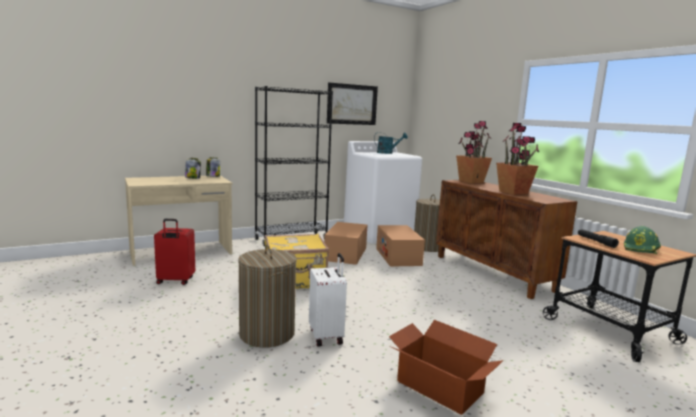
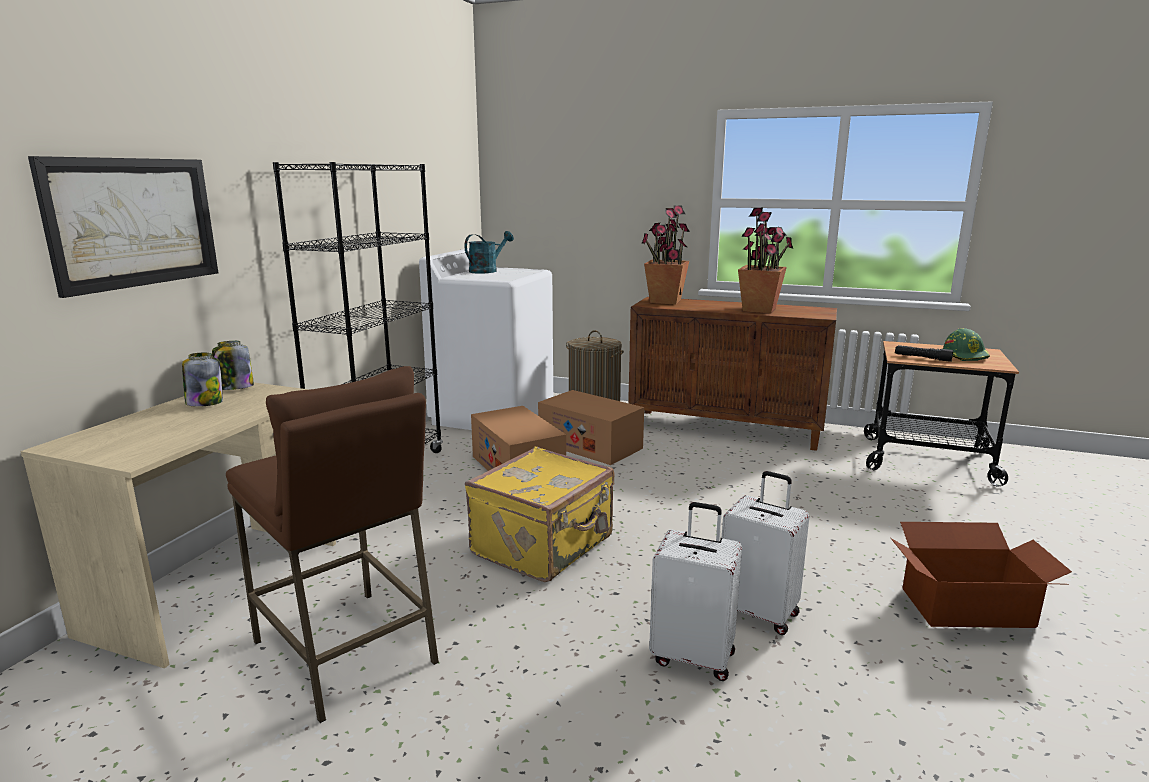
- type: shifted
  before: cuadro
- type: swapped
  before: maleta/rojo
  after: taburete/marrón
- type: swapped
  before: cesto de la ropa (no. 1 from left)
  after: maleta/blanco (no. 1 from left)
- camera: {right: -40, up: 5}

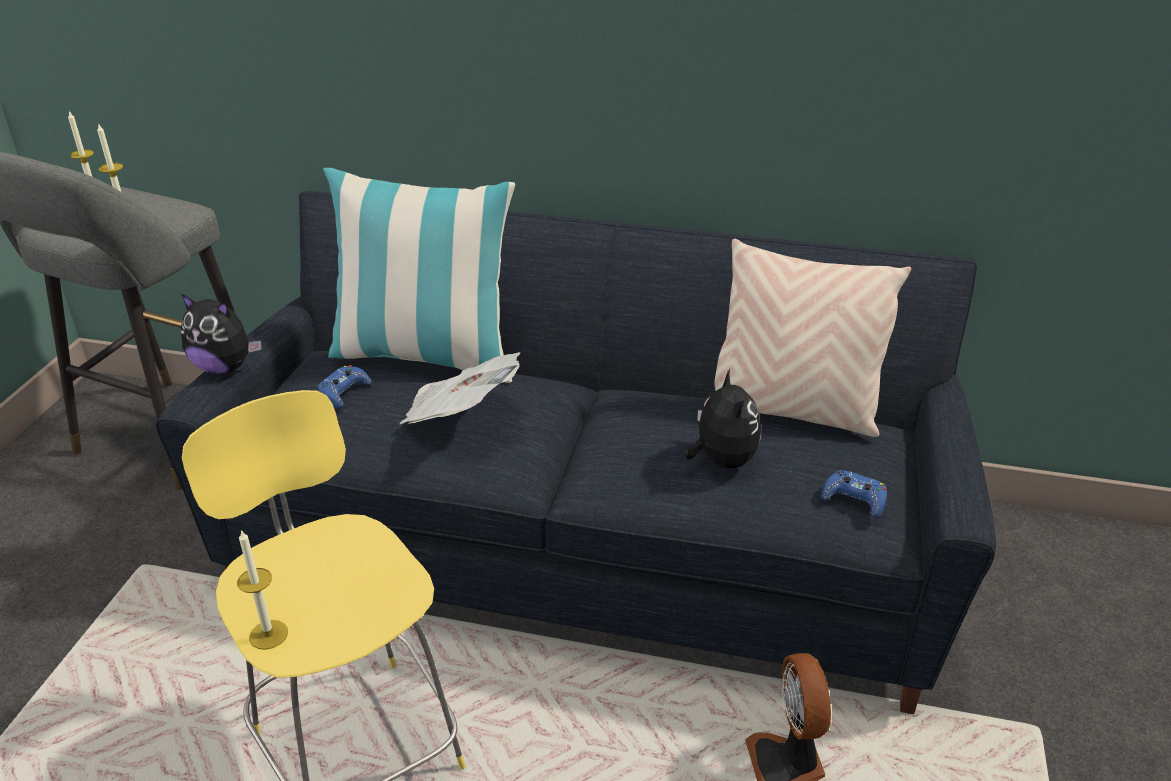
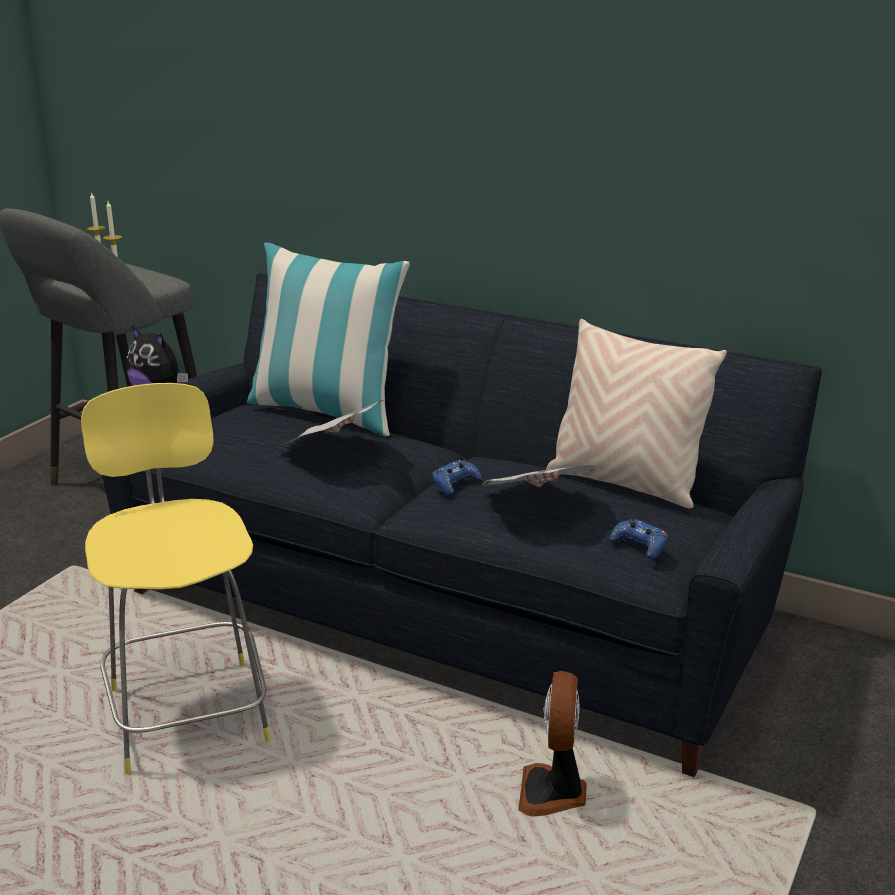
- type: shifted
  before: mando de consola/azul (no. 1 from left)
- type: swapped
  before: peluche (no. 2 from left)
  after: periódico (no. 2 from left)
- type: gone
  before: vela (no. 3 from left)
- camera: {right: 15, up: -10}

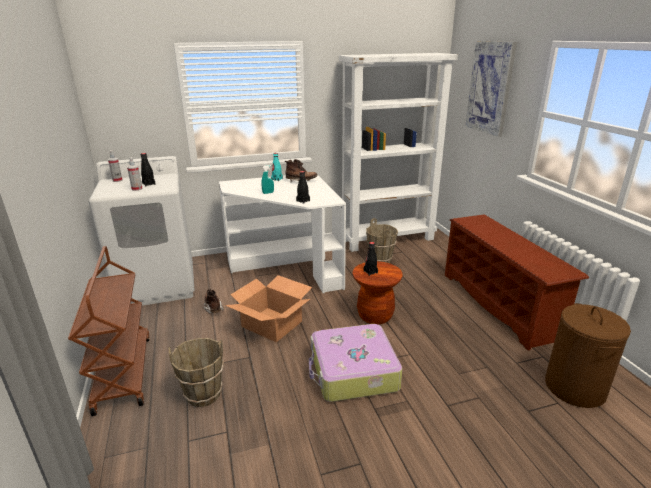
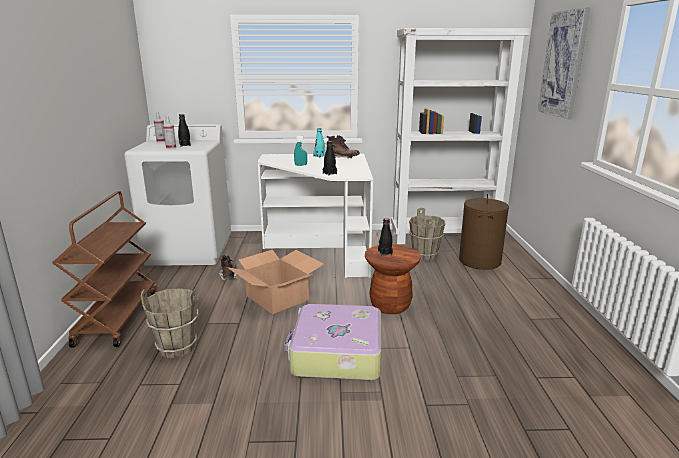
- type: shifted
  before: cesto de la ropa/marrón
- type: gone
  before: zapatero/marrón
- camera: {right: 15, up: -5}

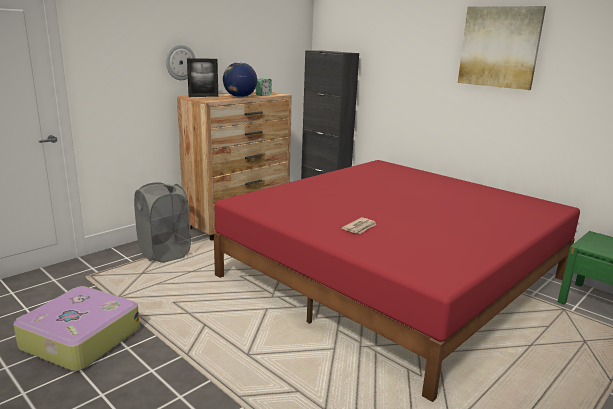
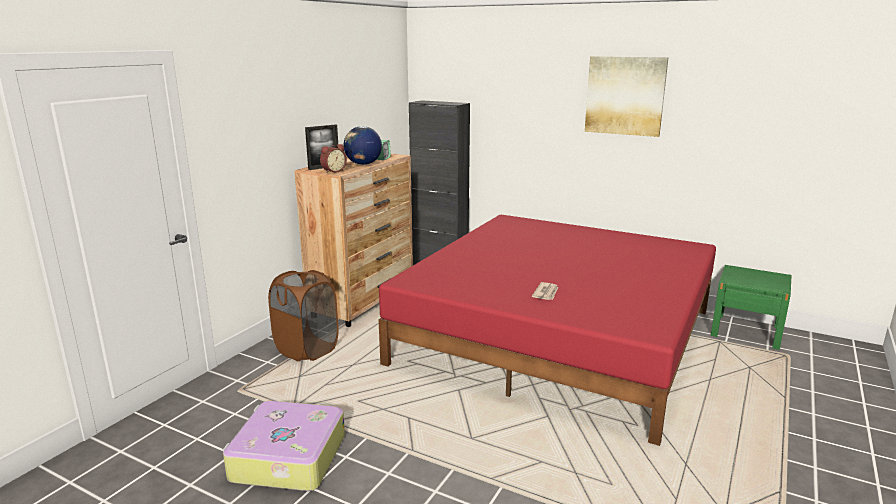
- type: repainted
  before: cesto de la ropa/gris
  after: cesto de la ropa/marrón
- type: new
  after: despertador (no. 1 from left)
- type: gone
  before: reloj de pared
- camera: {right: -15, up: 0}

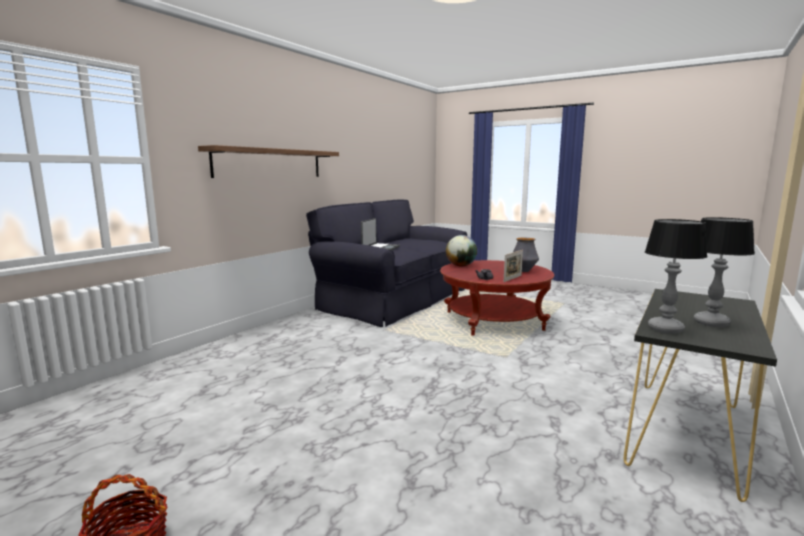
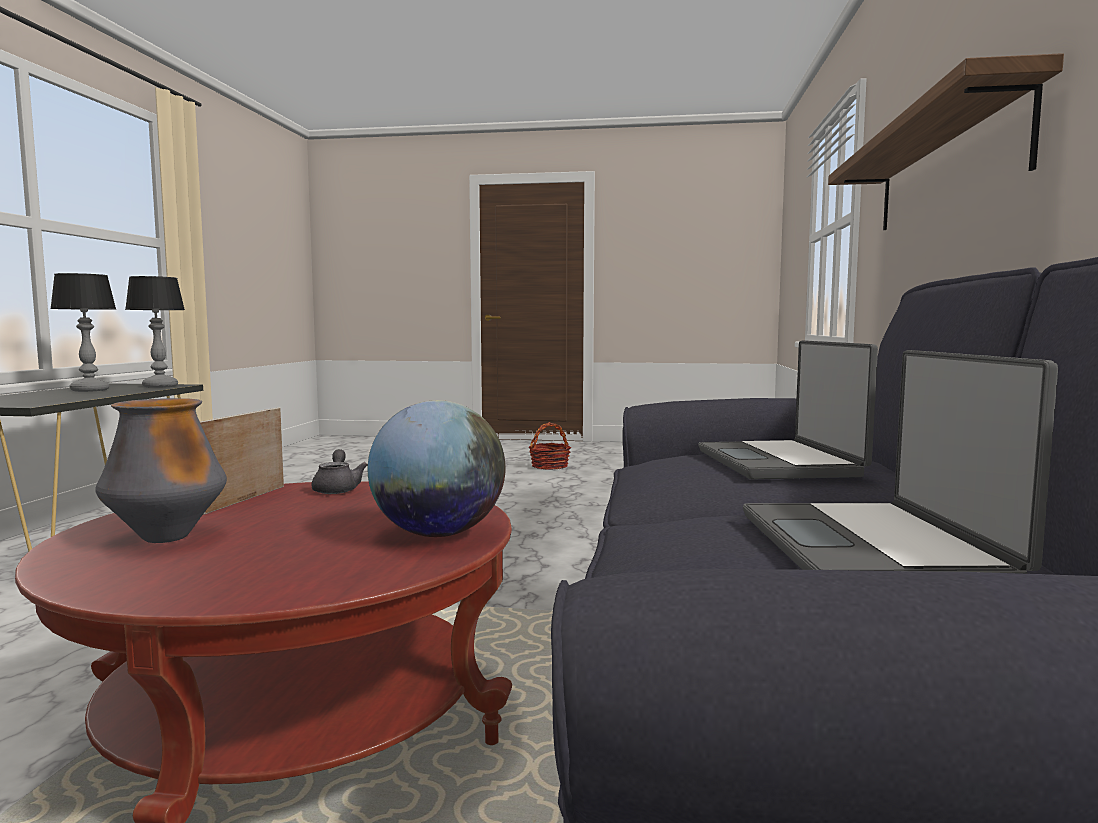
- type: new
  after: portátil (no. 2 from left)
- camera: {right: 155, up: -5}

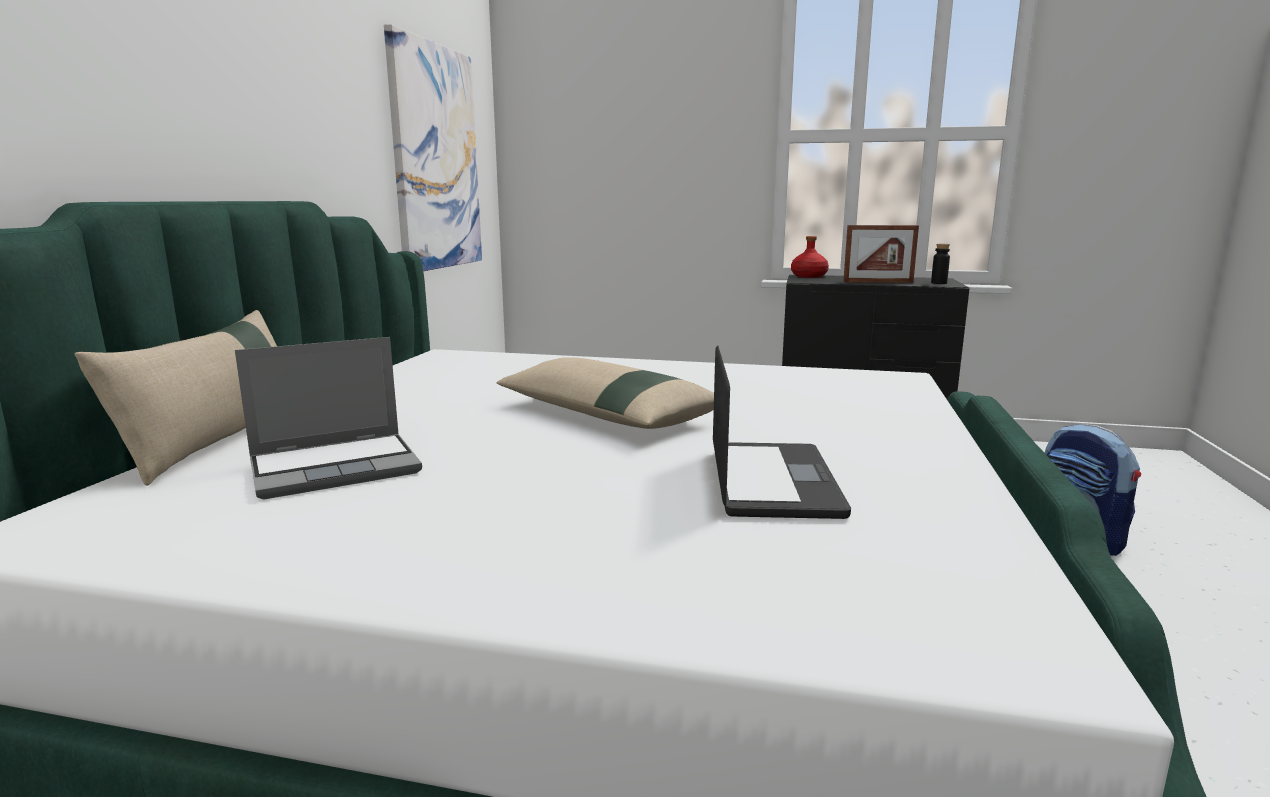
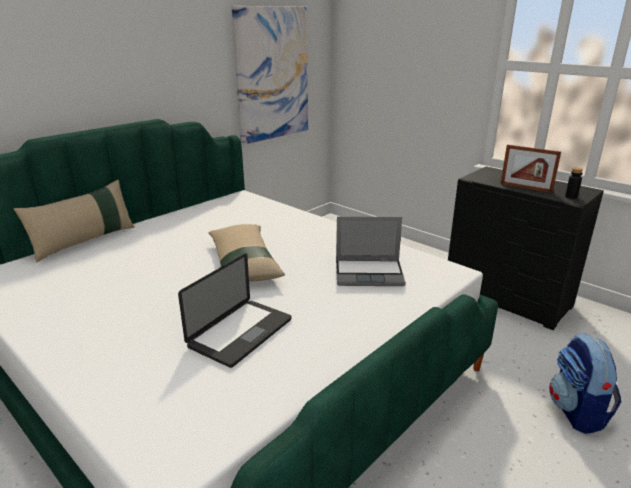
- type: shifted
  before: portátil (no. 1 from left in the first image)
  after: portátil (no. 2 from left)
- type: gone
  before: botella/rojo
- camera: {right: 30, up: 10}

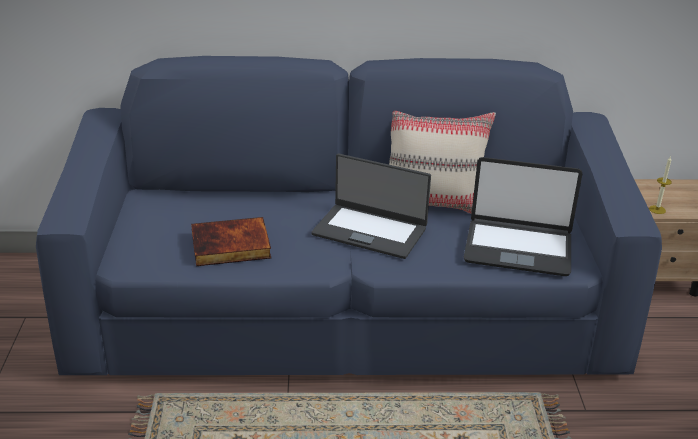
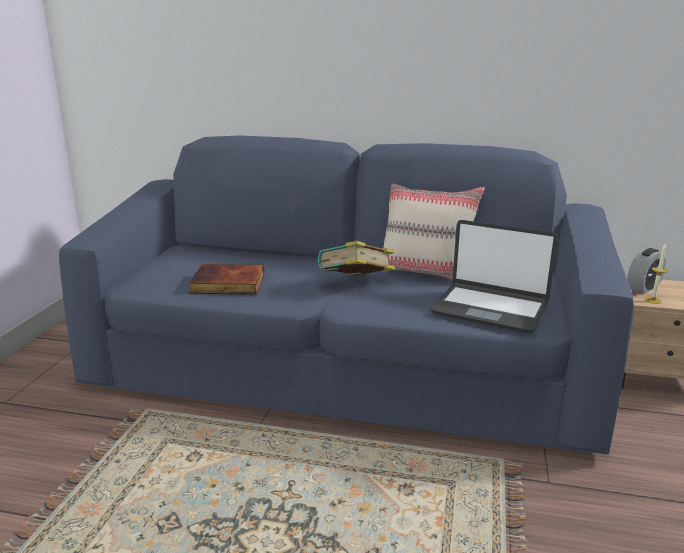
- type: swapped
  before: portátil (no. 1 from left)
  after: libro (no. 2 from left)
- type: new
  after: despertador
- camera: {right: 15, up: -10}

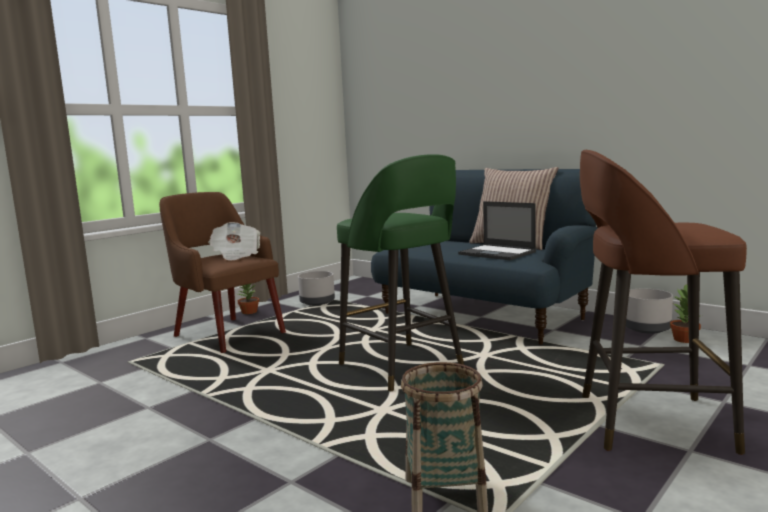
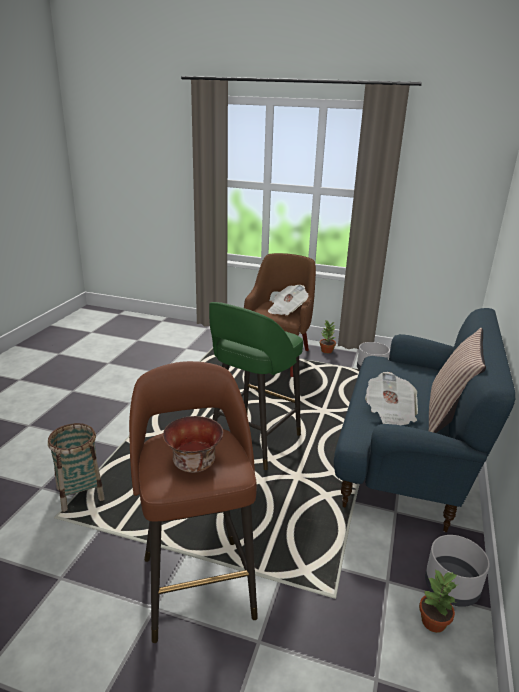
- type: new
  after: cuenco
- type: swapped
  before: portátil
  after: periódico (no. 2 from left)
- camera: {right: 65, up: 15}

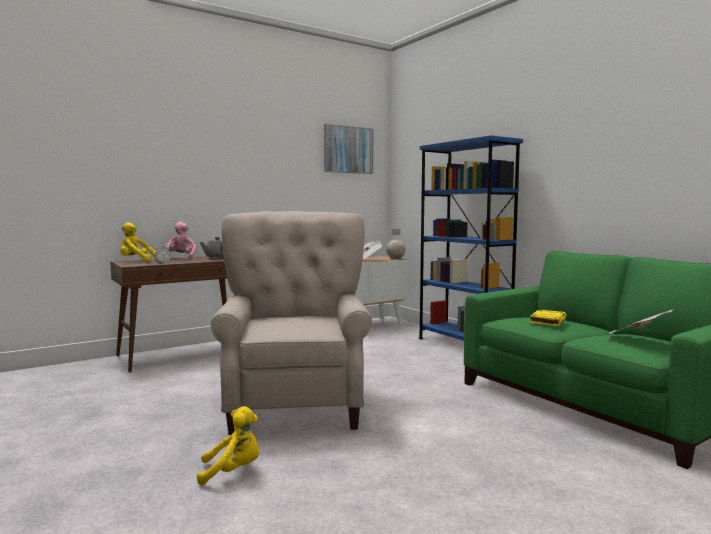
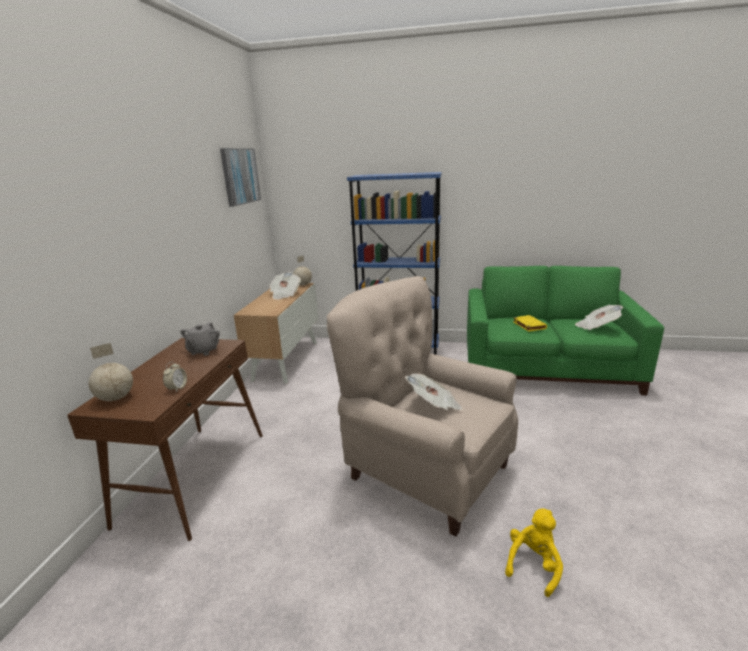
- type: swapped
  before: peluche/amarillo (no. 1 from left)
  after: globo terráqueo (no. 1 from left)
- type: new
  after: periódico (no. 2 from left)
- type: gone
  before: peluche/rosa
- camera: {right: -45, up: 15}

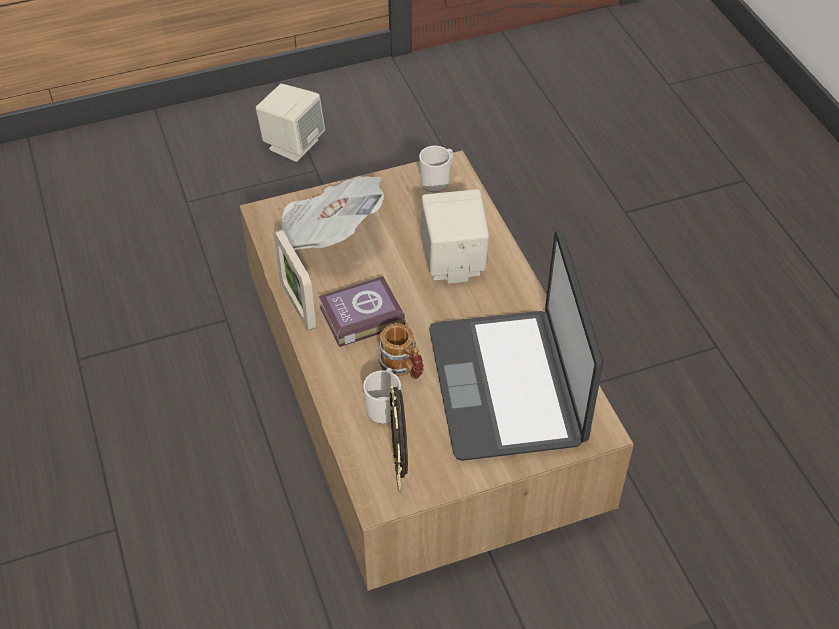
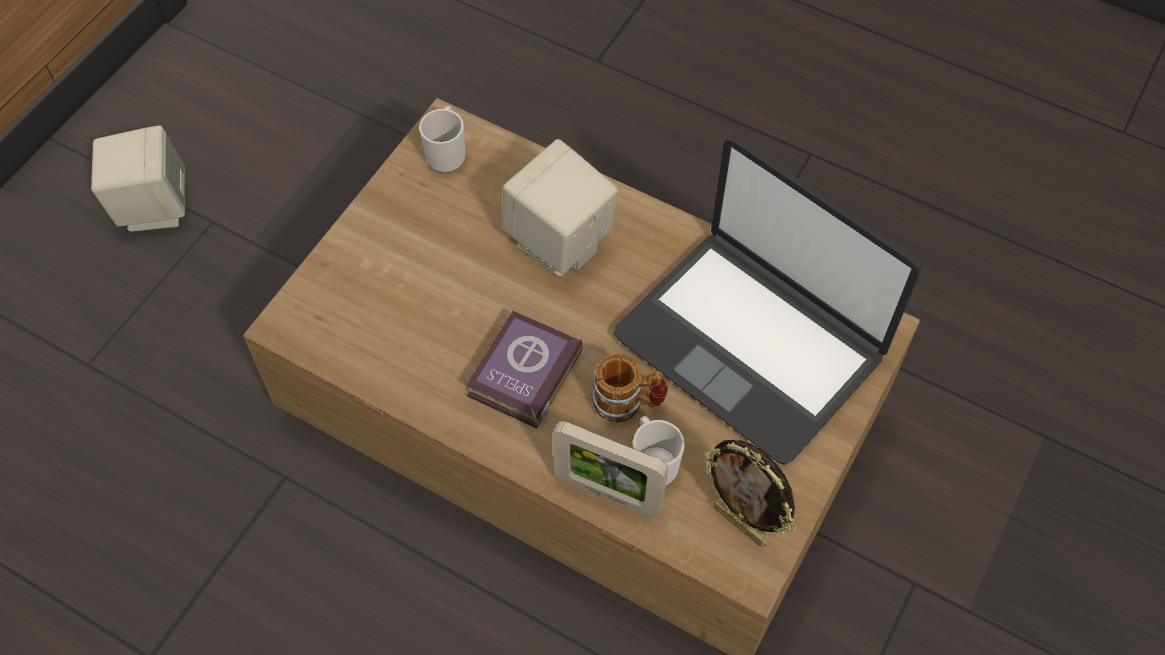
- type: shifted
  before: portarretratos (no. 1 from left)
- type: gone
  before: periódico
- camera: {right: -40, up: 10}

